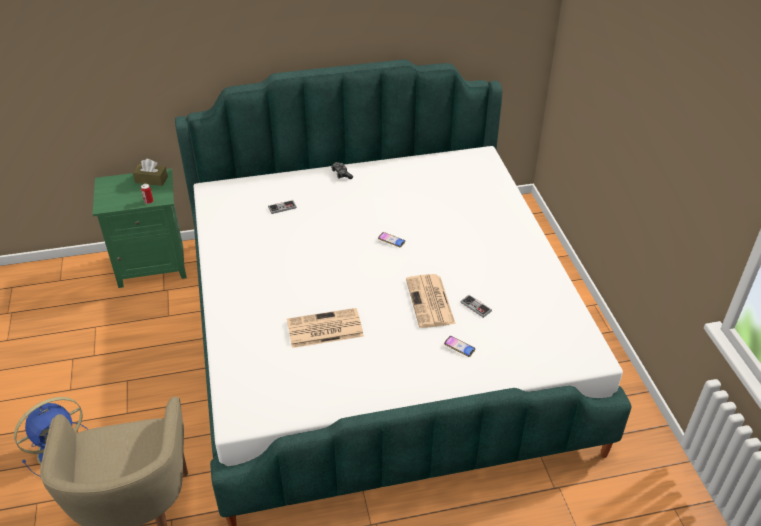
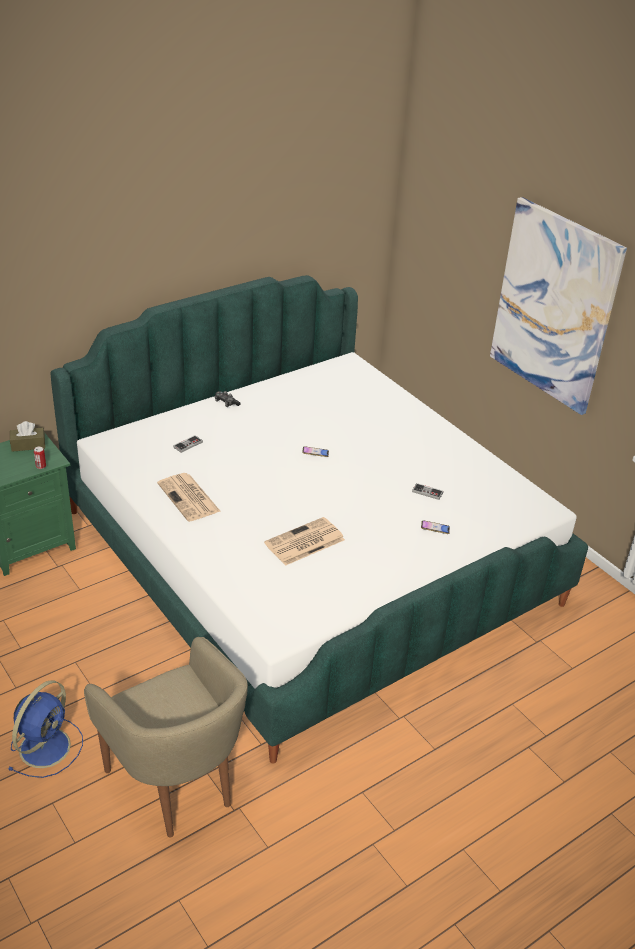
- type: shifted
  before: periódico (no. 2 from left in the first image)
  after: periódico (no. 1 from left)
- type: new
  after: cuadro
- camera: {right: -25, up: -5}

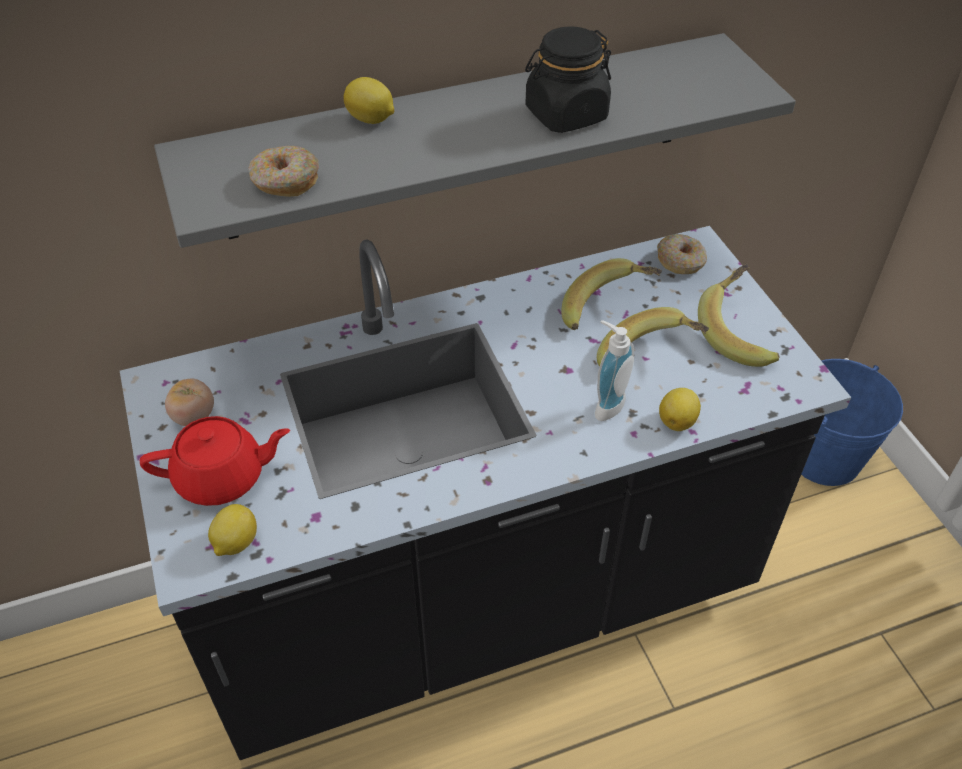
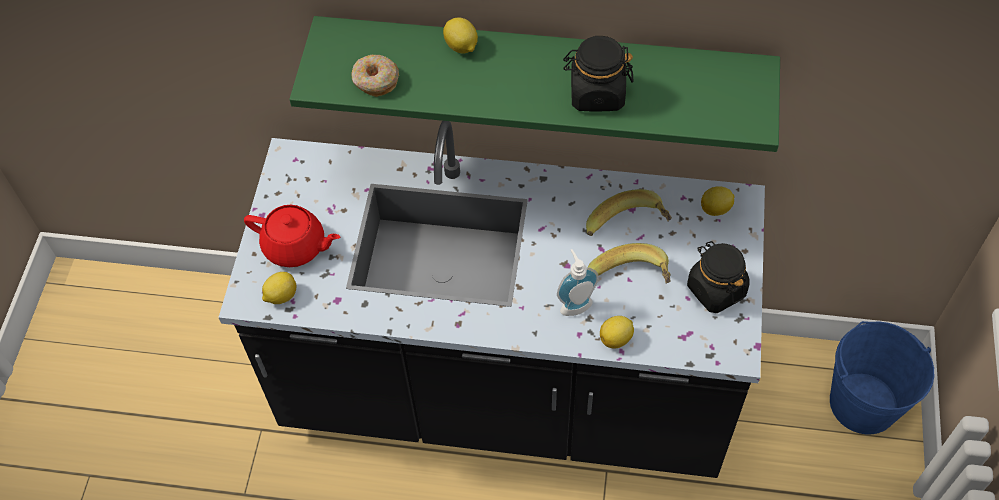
- type: repainted
  before: estante/gris
  after: estante/verde
- type: swapped
  before: plátano (no. 3 from left)
  after: tarro/negro (no. 2 from left)
- type: swapped
  before: rosquilla (no. 2 from left)
  after: limón (no. 4 from left)
- type: gone
  before: tomate
- camera: {right: 30, up: 10}

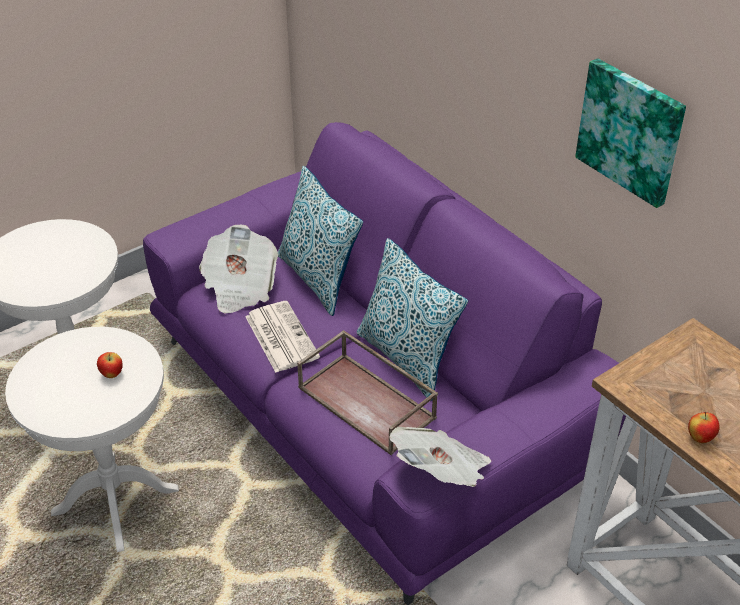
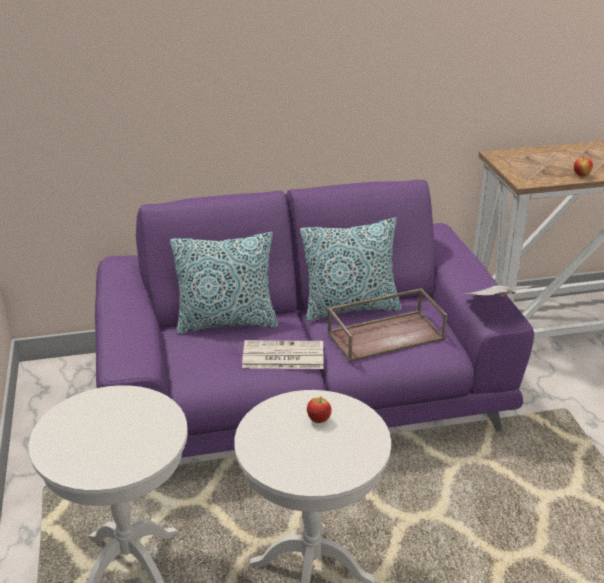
- type: gone
  before: periódico (no. 1 from left)
- type: gone
  before: cuadro
- camera: {right: -65, up: -10}

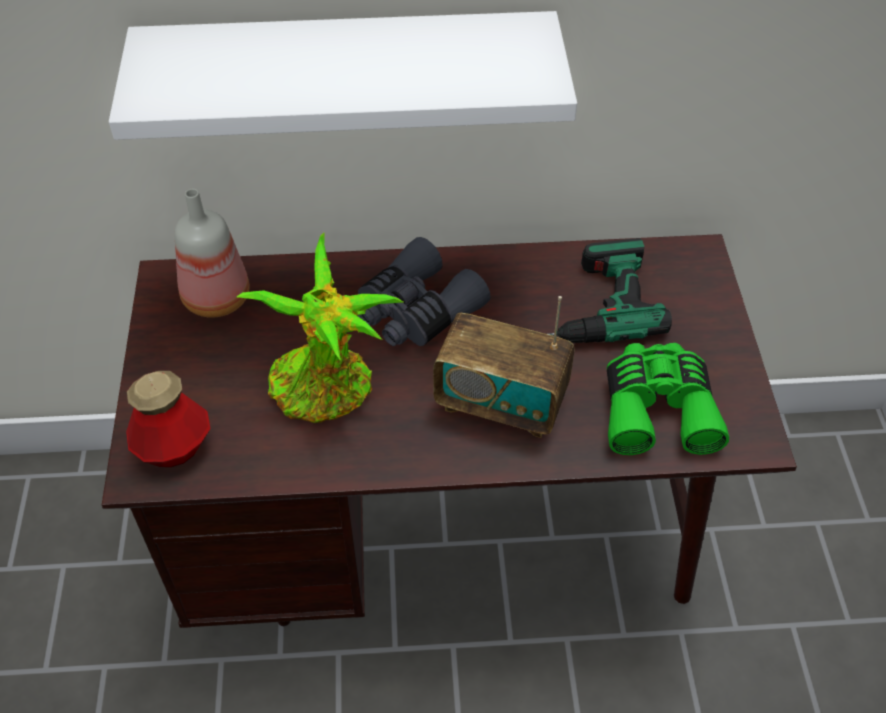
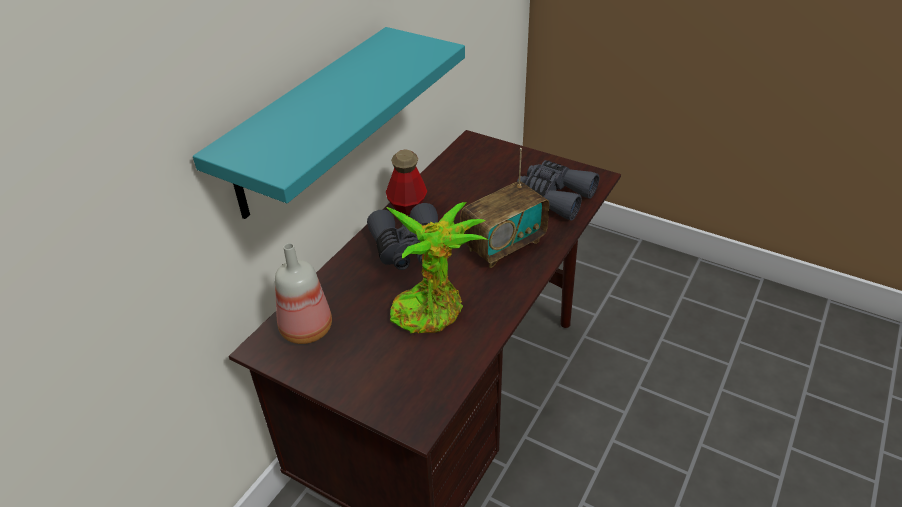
- type: repainted
  before: estante/blanco
  after: estante/turquesa
- type: shifted
  before: botella (no. 1 from left in the first image)
  after: botella (no. 2 from left)
- type: repainted
  before: prismáticos/verde
  after: prismáticos/gris (no. 2 from left)
- type: gone
  before: taladro
- camera: {right: -55, up: -10}

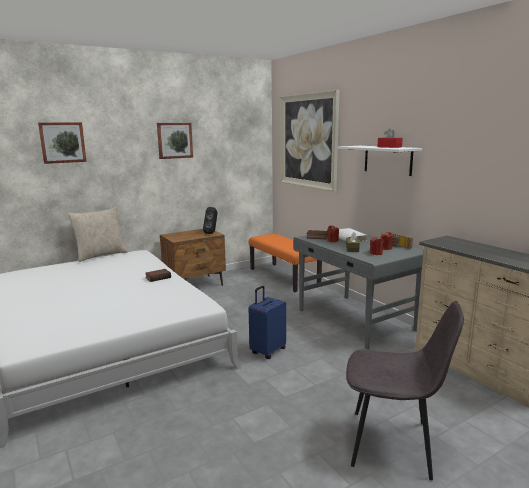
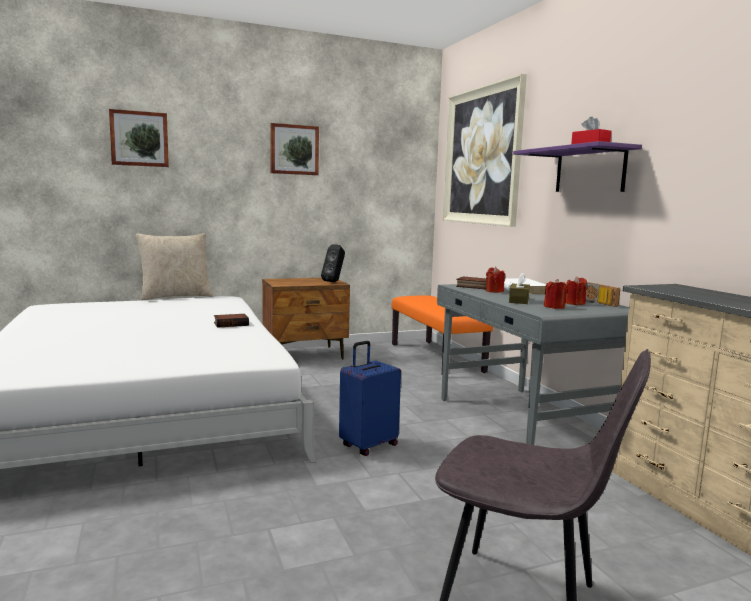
- type: repainted
  before: estante/blanco
  after: estante/morado
- camera: {right: 10, up: -5}

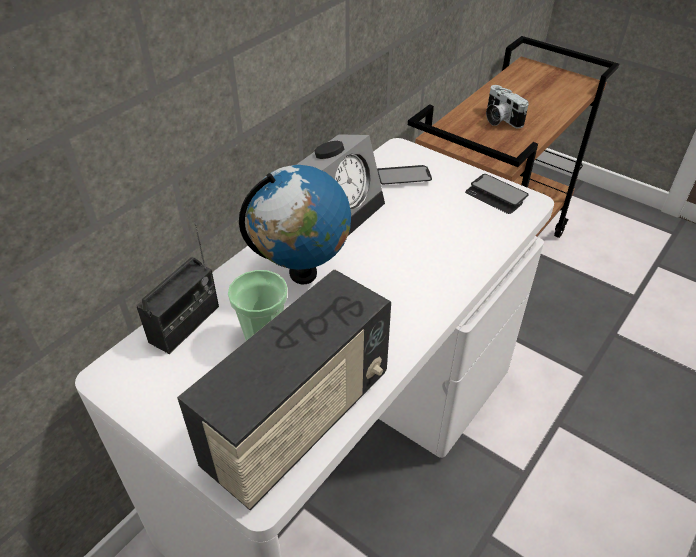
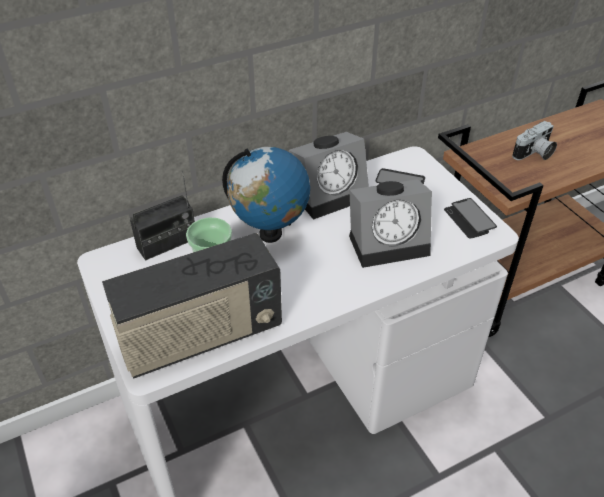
- type: new
  after: despertador (no. 2 from left)
- type: rotated
  before: cámara
  turn: -120
- camera: {right: 25, up: 0}

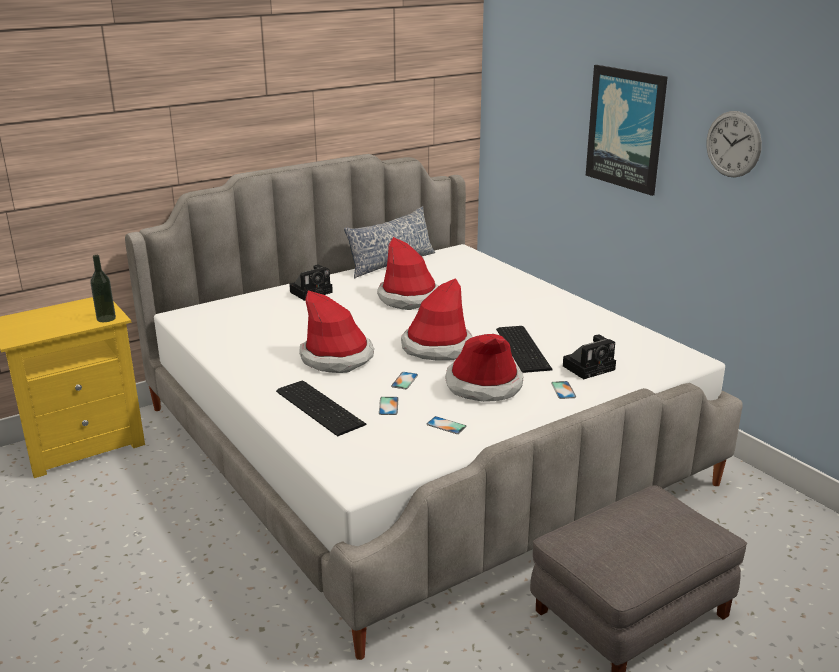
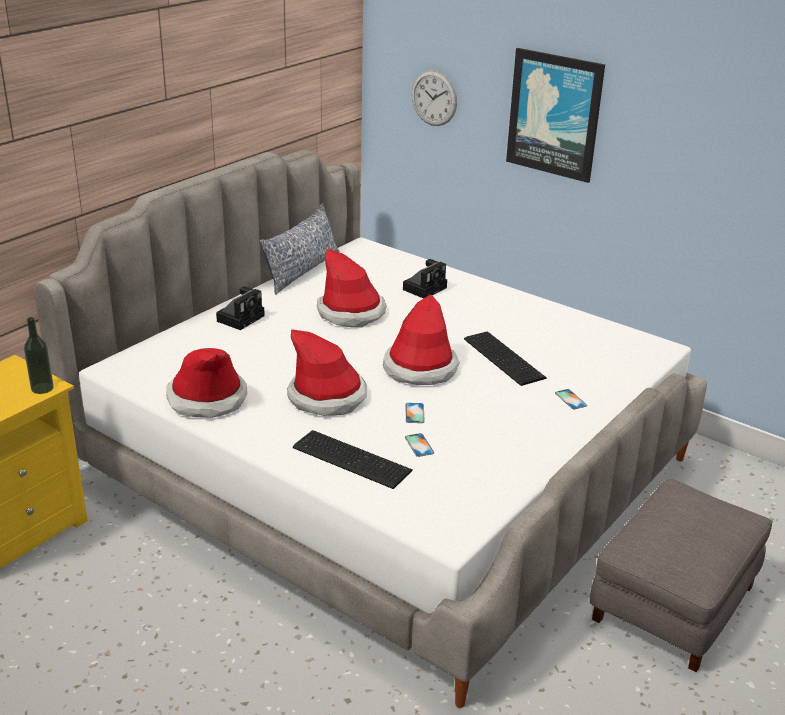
- type: shifted
  before: sombrero (no. 4 from left in the first image)
  after: sombrero (no. 1 from left)
- type: shifted
  before: cámara (no. 2 from left)
- type: shifted
  before: reloj de pared
- type: gone
  before: móvil (no. 3 from left)
- camera: {right: -20, up: 5}

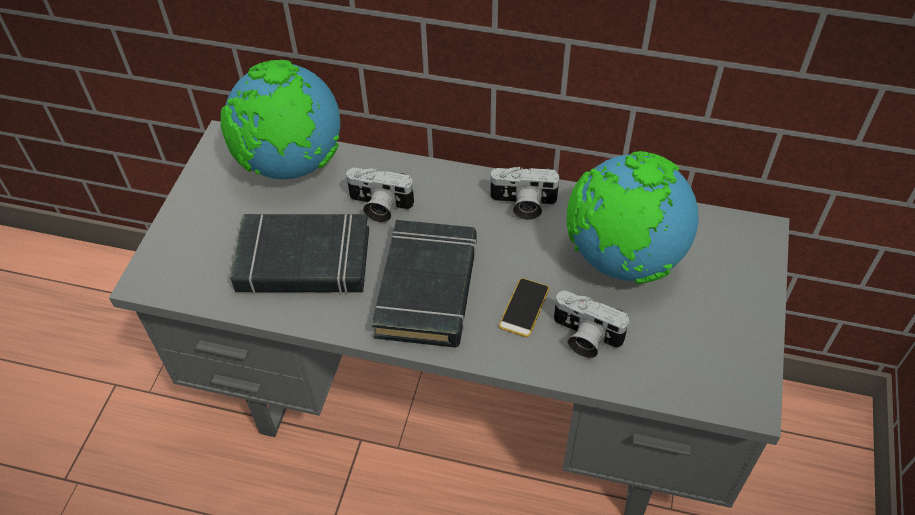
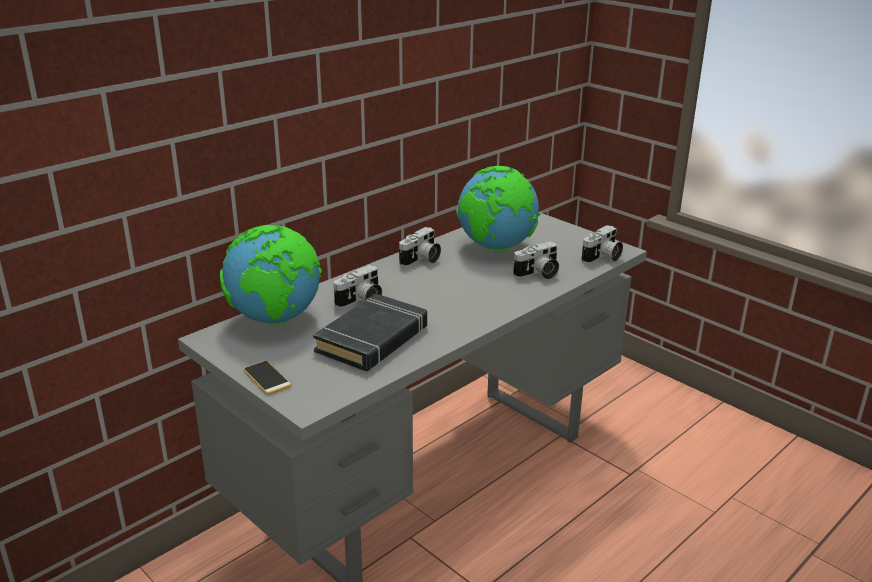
- type: shifted
  before: móvil
- type: new
  after: cámara (no. 4 from left)
- type: gone
  before: libro/negro (no. 2 from left)
- camera: {right: -60, up: -25}

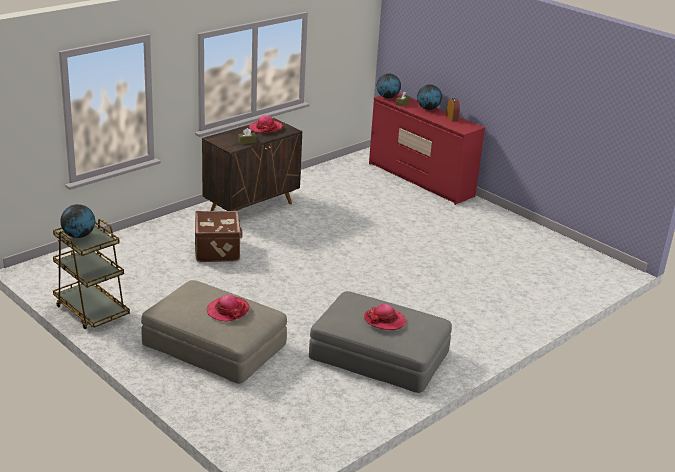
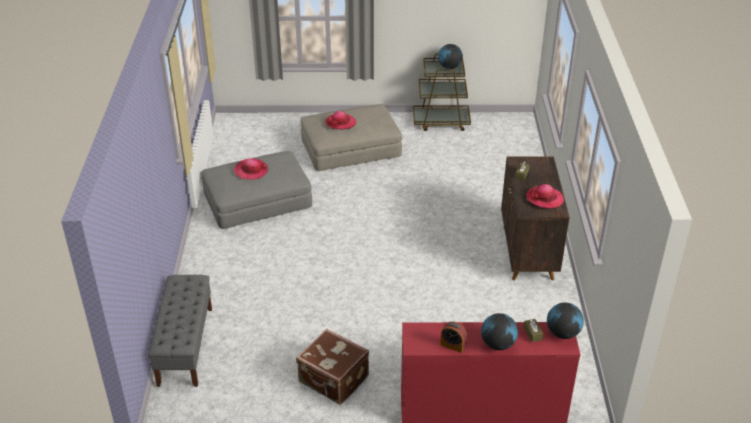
- type: new
  after: banco/gris
- type: shifted
  before: maleta/marrón
- camera: {right: 135, up: 10}

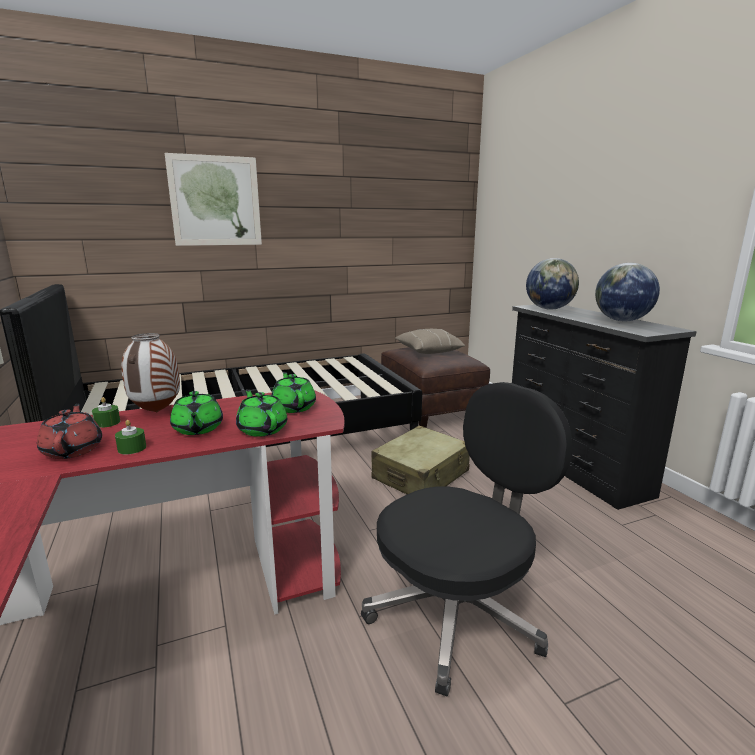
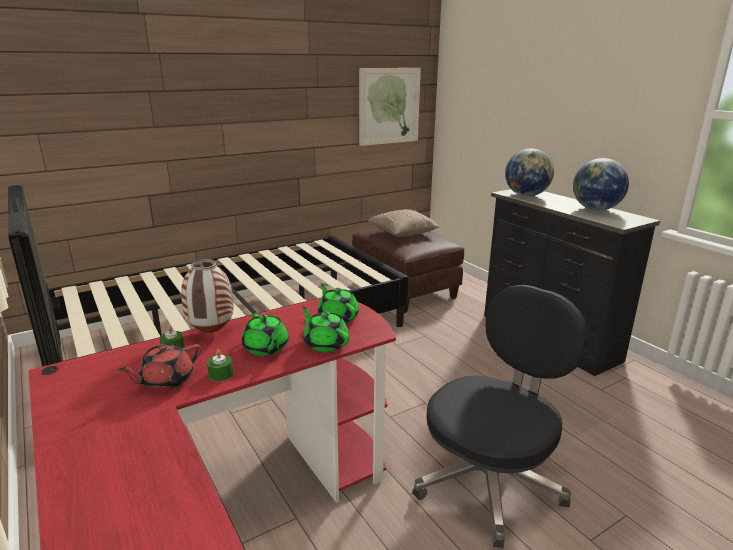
- type: rotated
  before: tetera/rojo
  turn: -105
- type: shifted
  before: cuadro
- type: gone
  before: maleta/beis
- camera: {right: -10, up: 5}

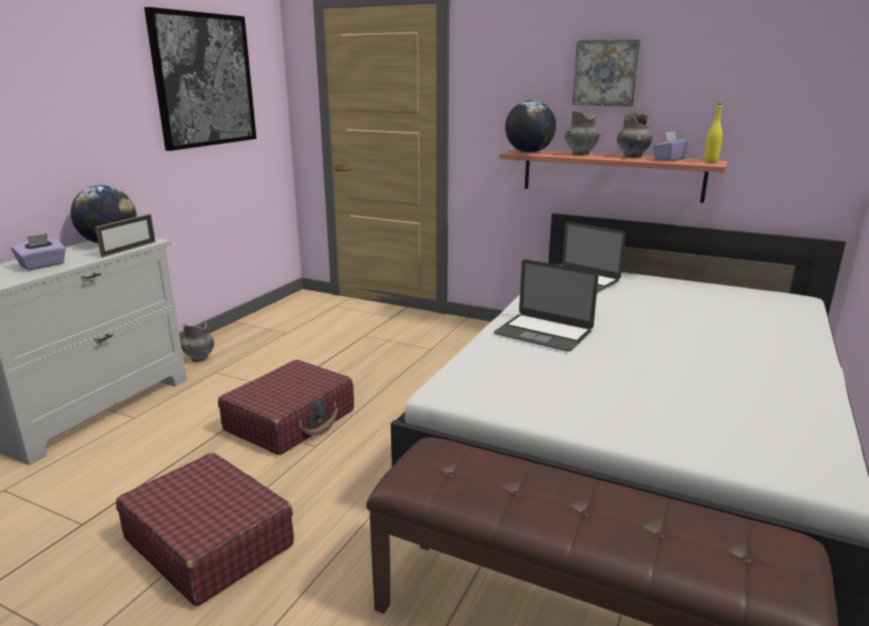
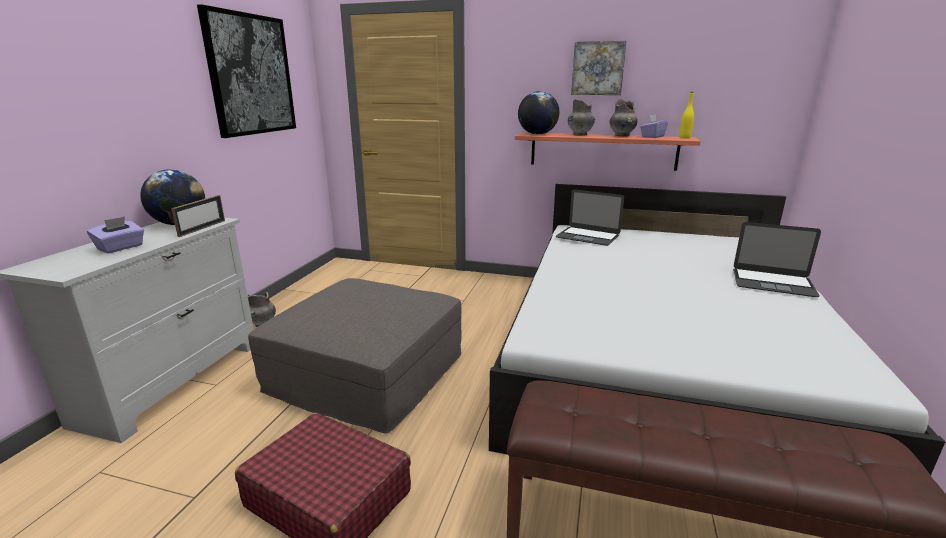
- type: swapped
  before: maleta/rojo (no. 2 from left)
  after: puf/gris
- type: shifted
  before: portátil (no. 1 from left in the first image)
  after: portátil (no. 2 from left)
- camera: {right: -10, up: 0}

